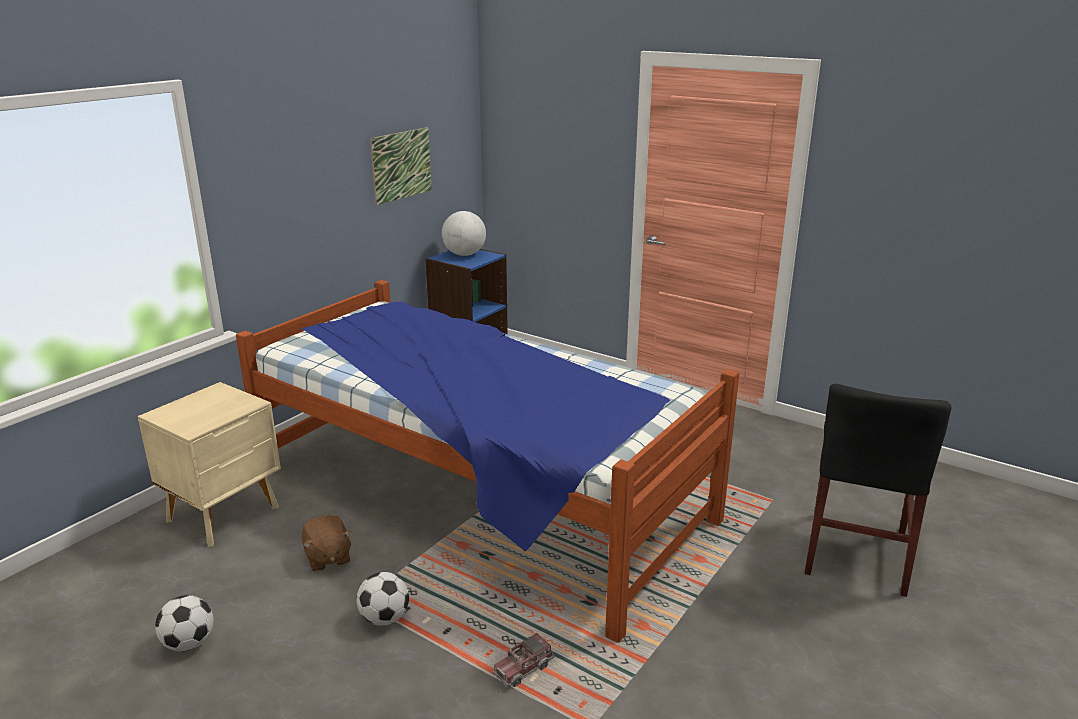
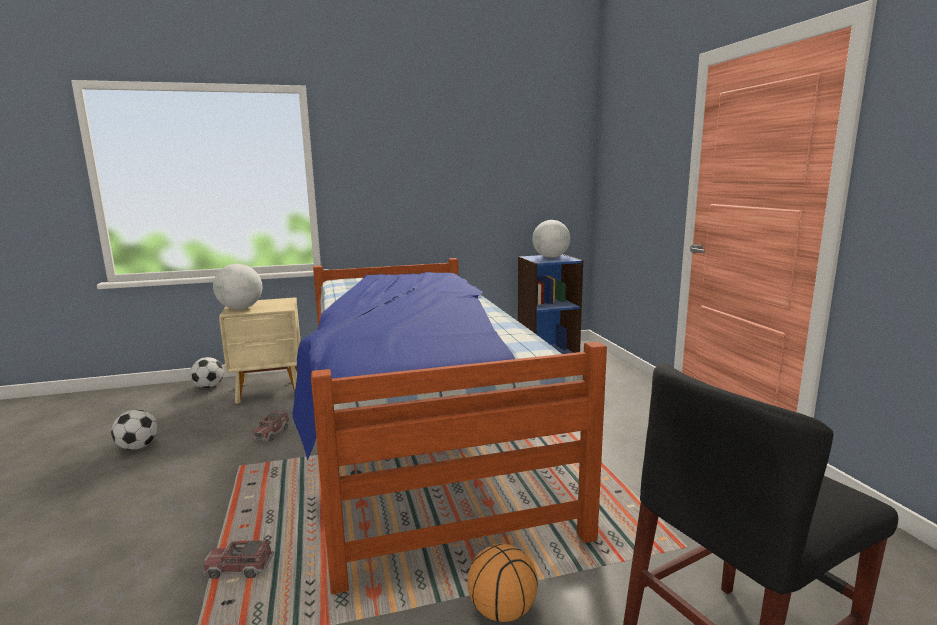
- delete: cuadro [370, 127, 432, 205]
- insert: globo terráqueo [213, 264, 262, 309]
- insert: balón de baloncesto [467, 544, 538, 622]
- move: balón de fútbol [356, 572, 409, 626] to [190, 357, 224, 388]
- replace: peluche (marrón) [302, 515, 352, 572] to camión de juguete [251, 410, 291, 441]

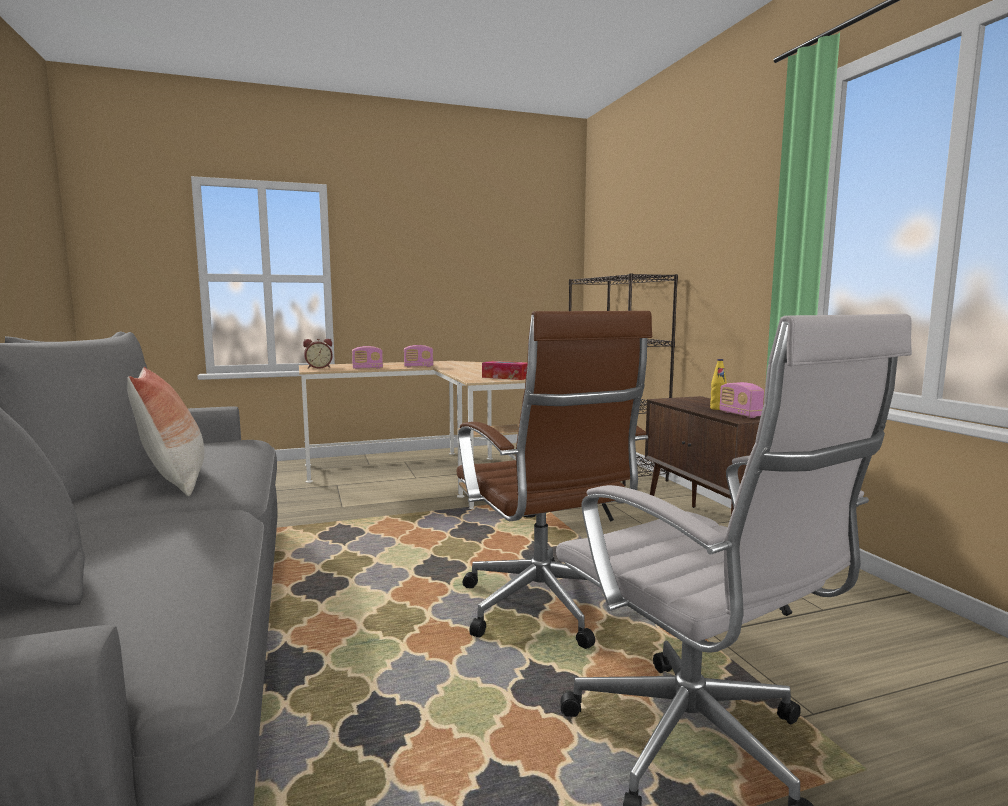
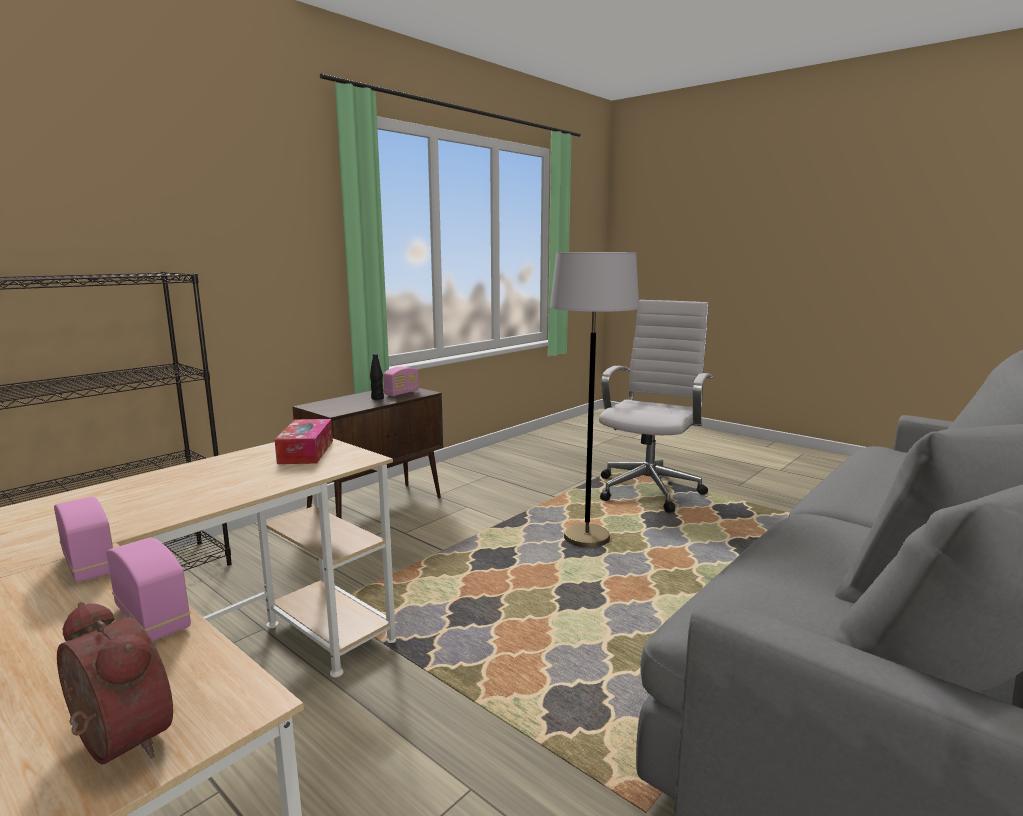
- delete: cojín [127, 366, 204, 496]
- replace: silla de oficina (marrón) [457, 311, 652, 649] to lámpara de pie (gris) [550, 252, 639, 548]
- recolor: botella (amarillo) [710, 359, 727, 410] to botella (negro) [370, 354, 384, 400]

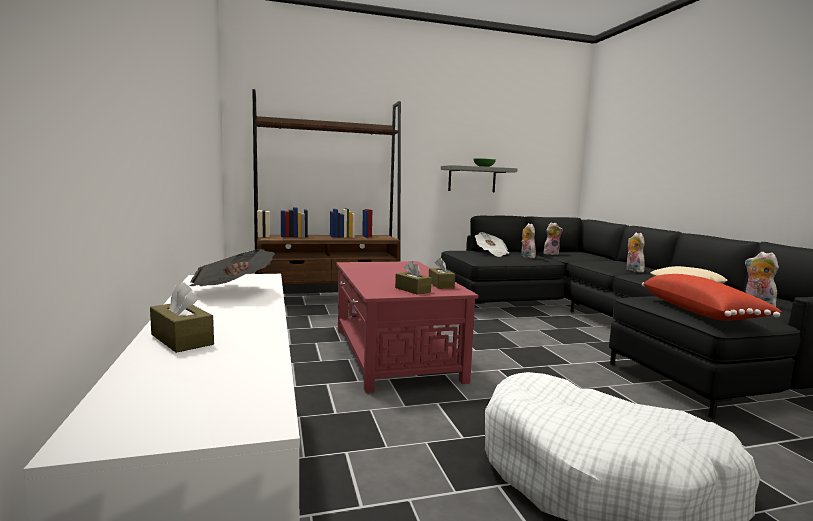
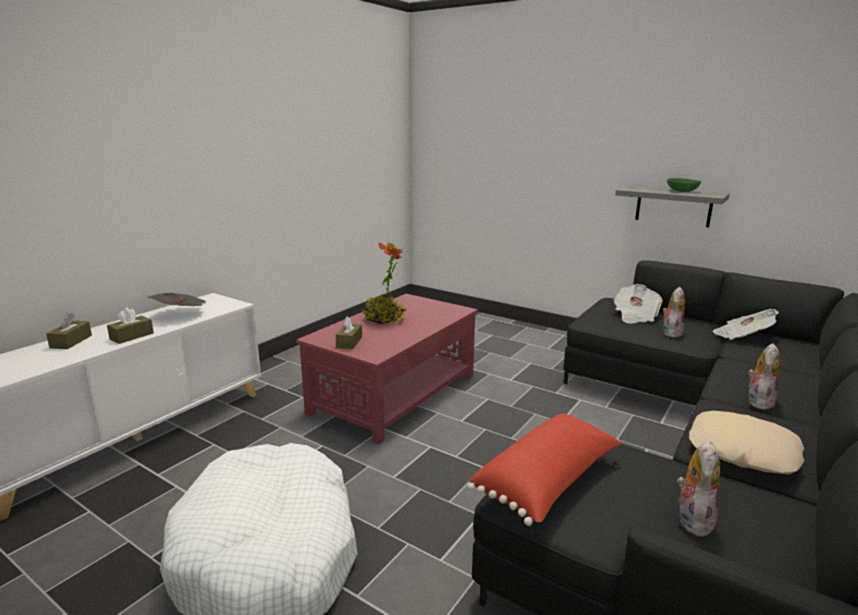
- delete: estantería (marrón) [252, 89, 401, 284]
- insert: planta en maceta [363, 242, 406, 324]
- move: caja de pañuelos (marrón) [429, 257, 455, 289] to [107, 308, 154, 344]
- replace: peluche [543, 222, 563, 255] to periódico [713, 309, 779, 340]

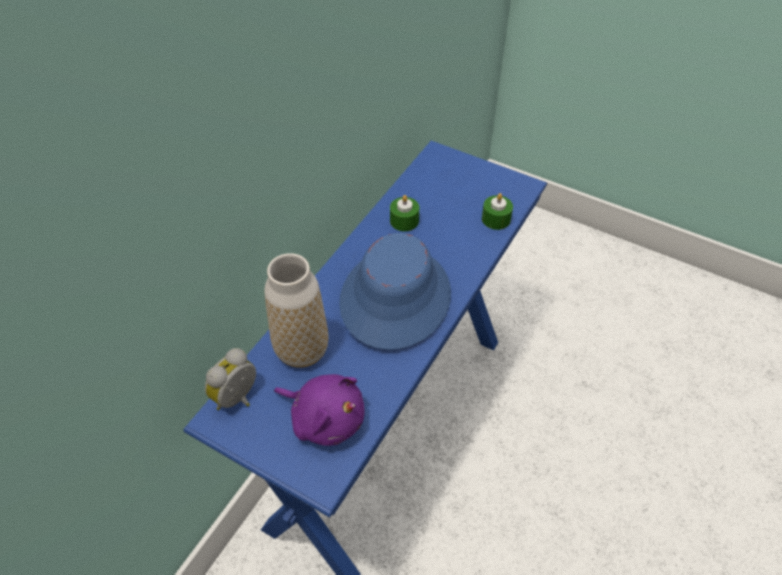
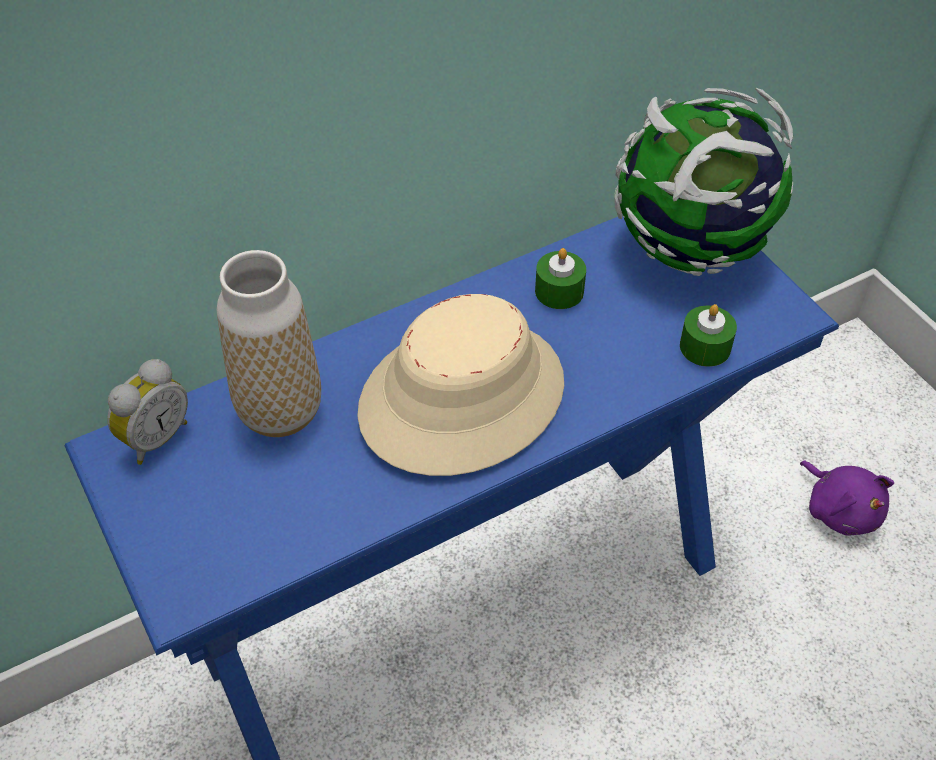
- insert: globo terráqueo [614, 88, 793, 276]
- move: peluche (morado) [274, 374, 365, 446] to [800, 460, 894, 536]
- recolor: sombrero (azul) [339, 233, 451, 350] to sombrero (beis) [357, 294, 564, 476]
- rotate: despertador [205, 348, 256, 410] = [107, 359, 188, 465] 150 degrees clockwise

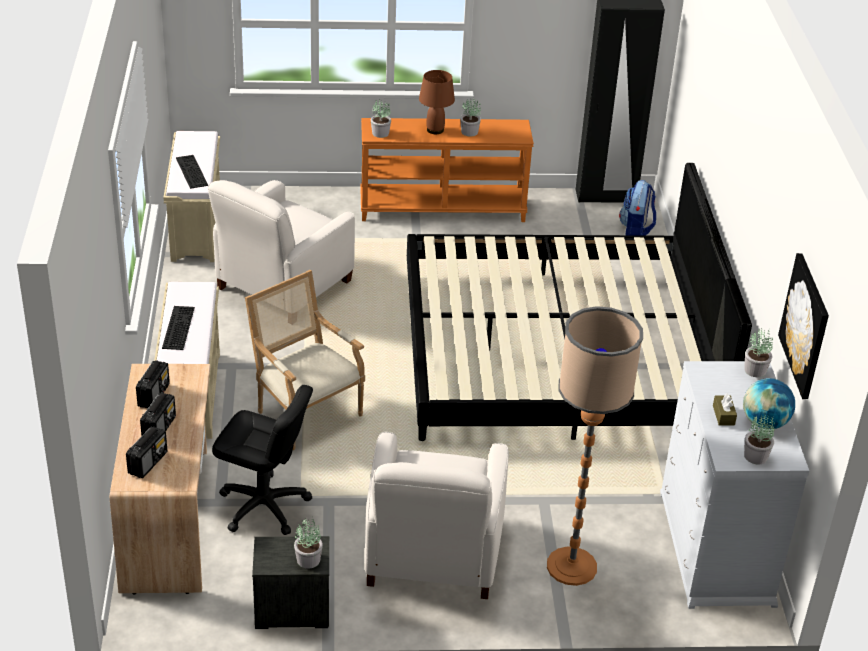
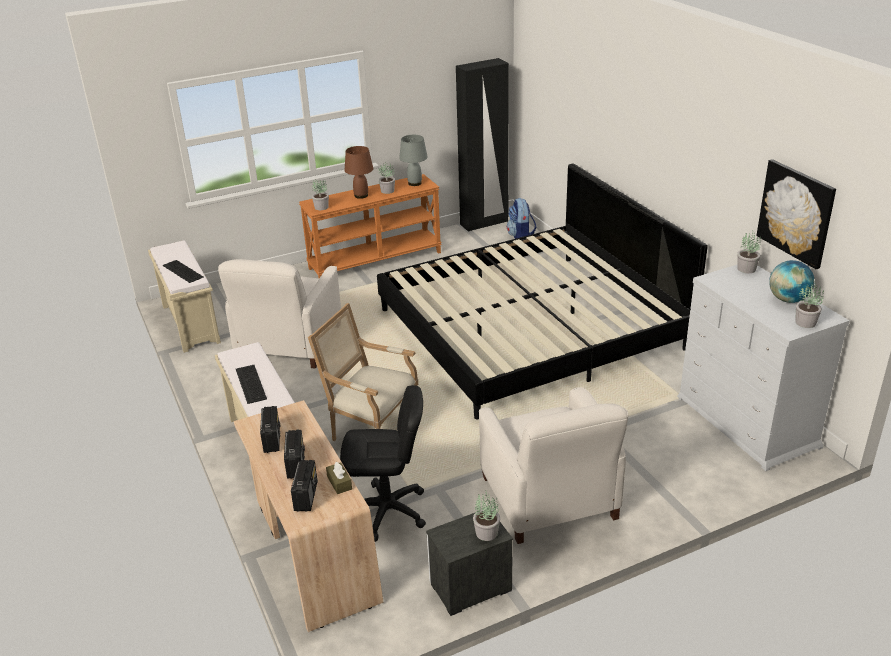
- delete: lámpara de pie [547, 306, 643, 586]
- insert: lámpara de mesa (gris) [399, 135, 428, 186]
- move: caja de pañuelos (marrón) [713, 393, 737, 426] to [326, 462, 352, 494]

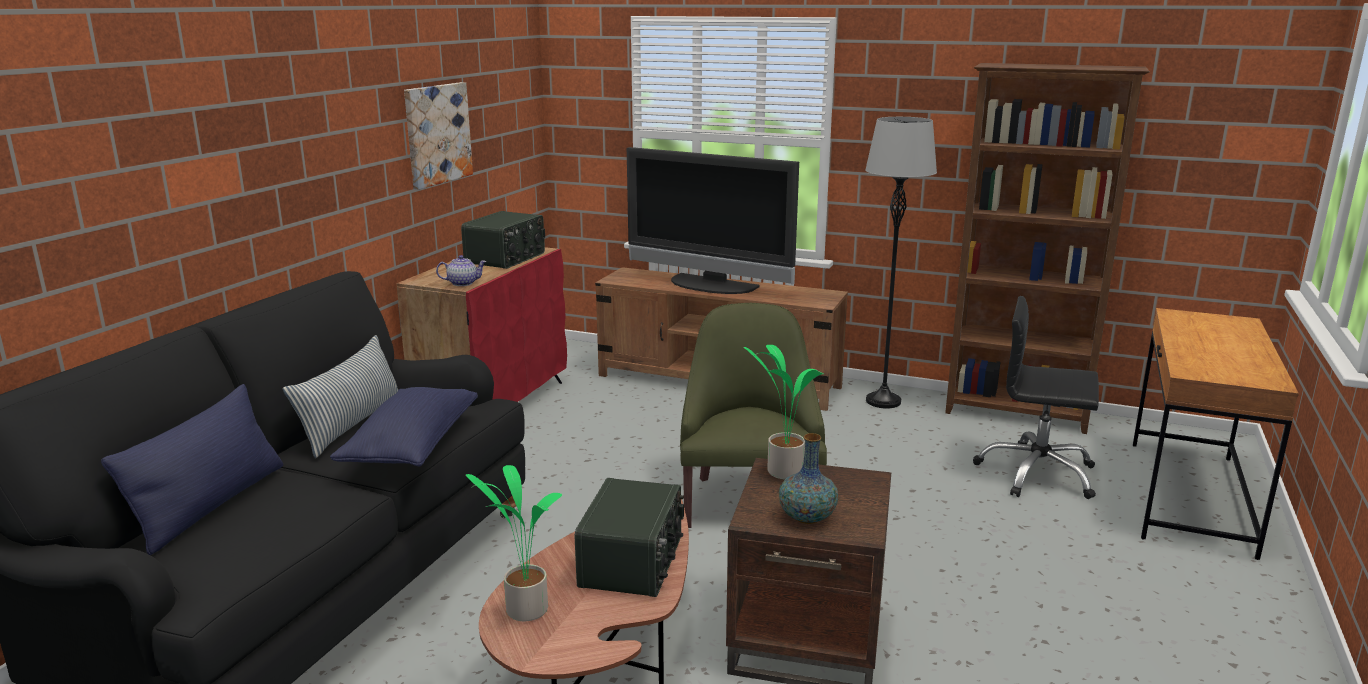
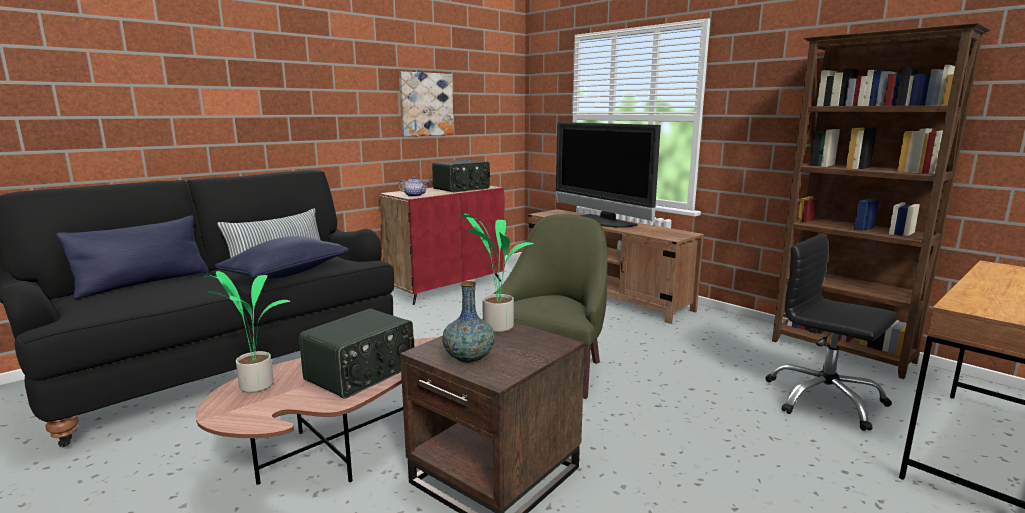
- delete: lámpara de pie (gris) [865, 117, 937, 408]

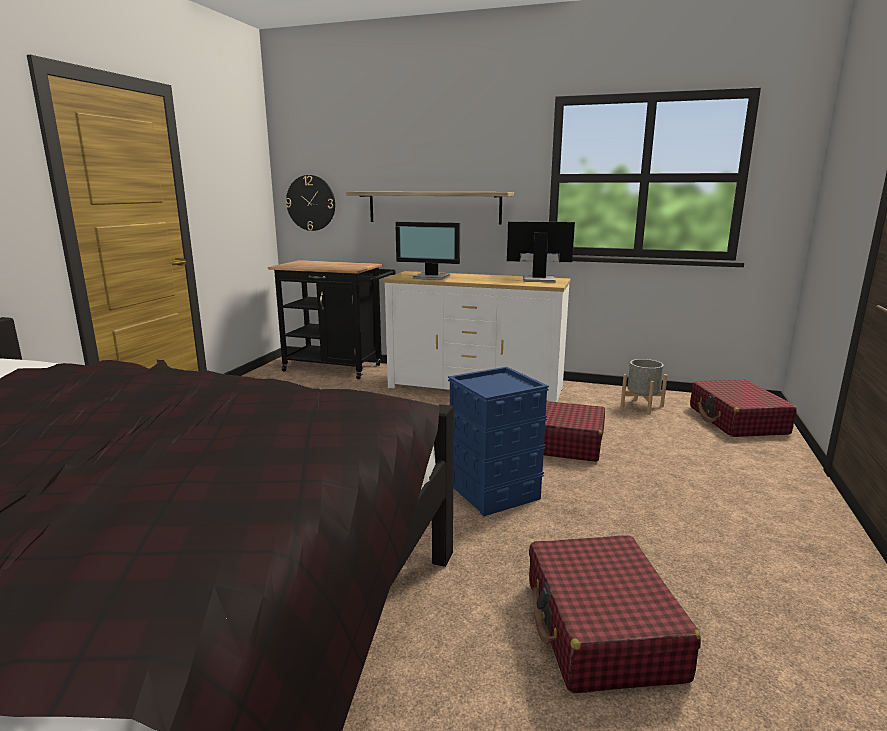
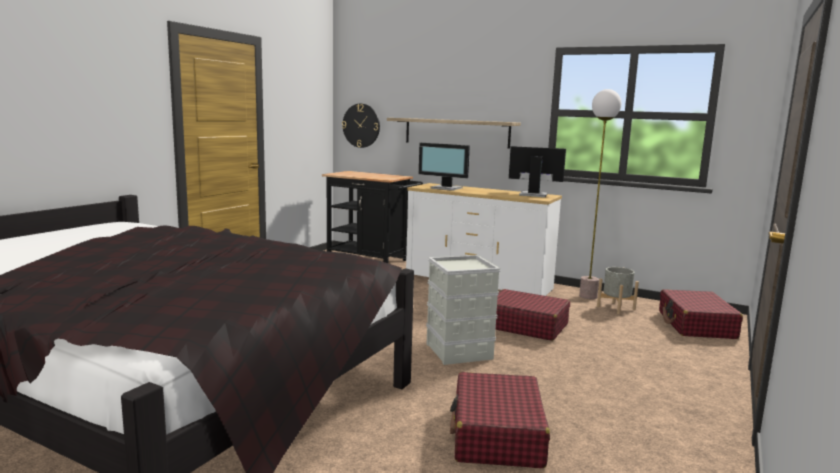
- insert: lámpara de pie [579, 89, 621, 299]
- recolor: caja de almacenaje (azul) [448, 367, 549, 516] to caja de almacenaje (gris) [426, 255, 500, 365]

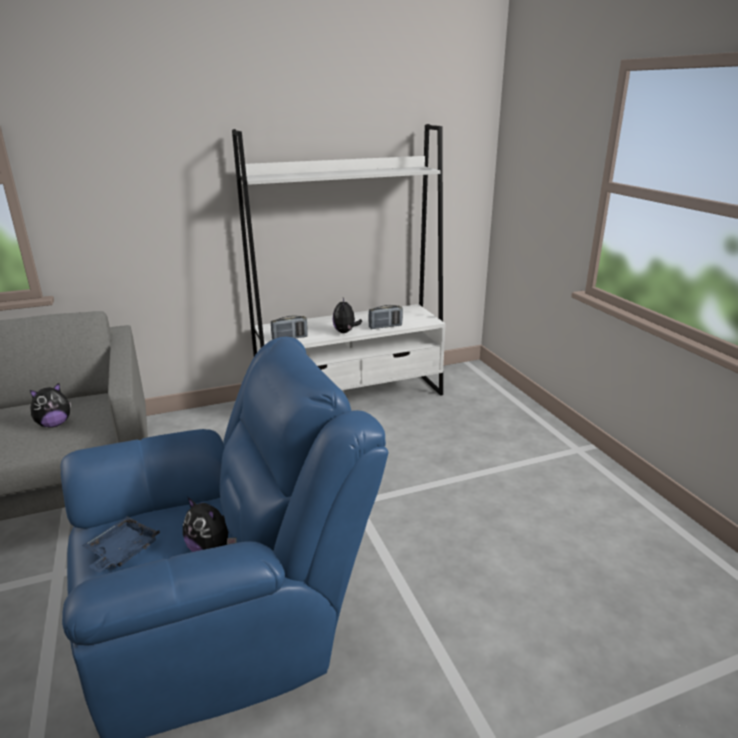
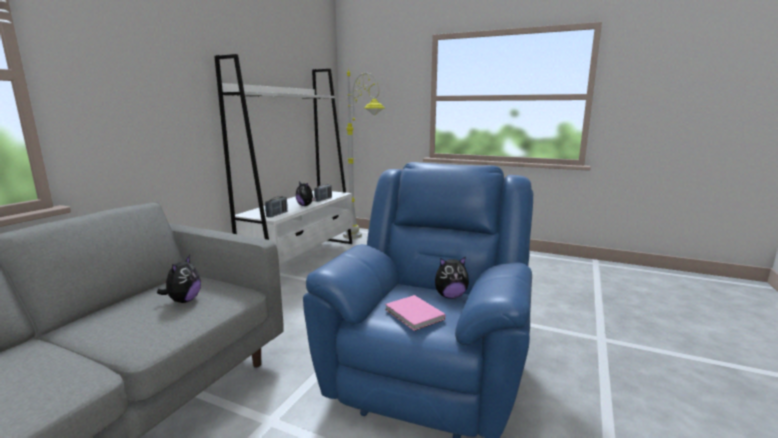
- insert: lámpara de pie (gris) [343, 67, 385, 239]
- replace: bandeja (azul) [82, 516, 160, 573] to libro (rosa) [385, 295, 445, 331]

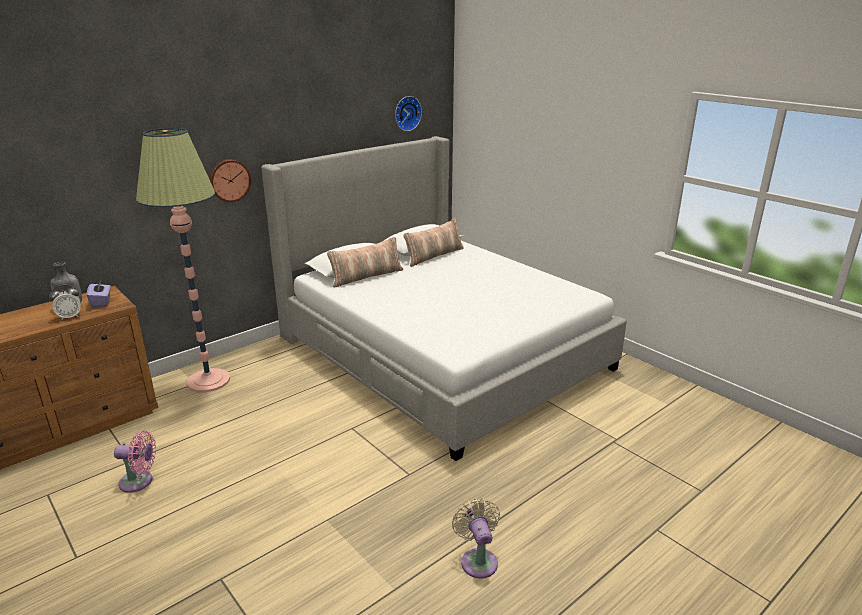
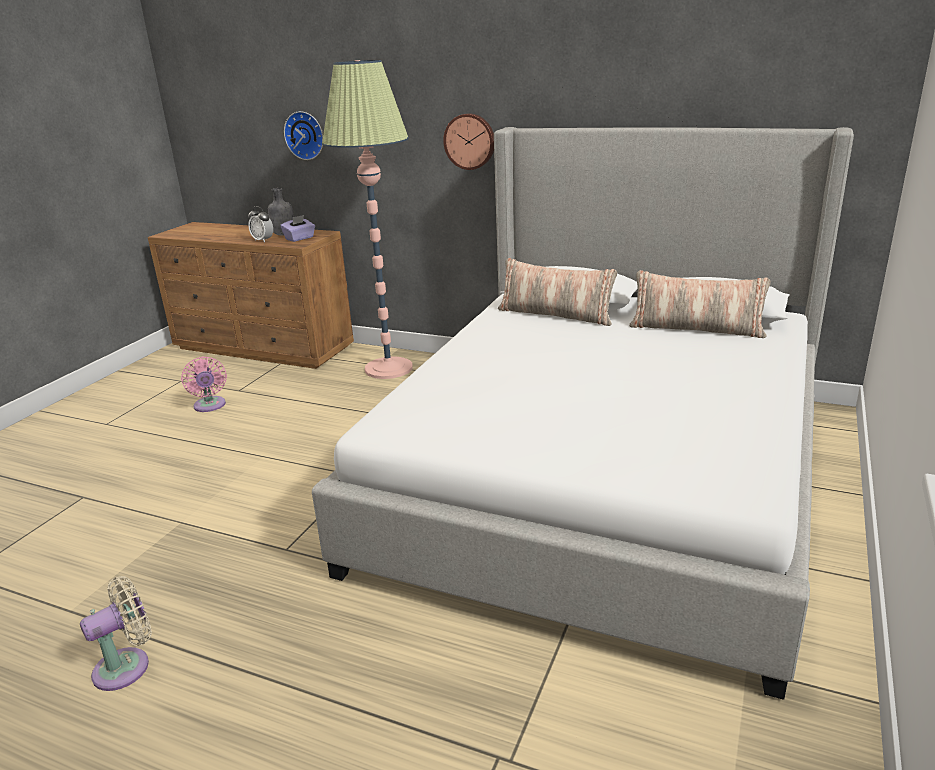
- move: reloj de pared [395, 96, 422, 131] to [284, 111, 323, 160]

